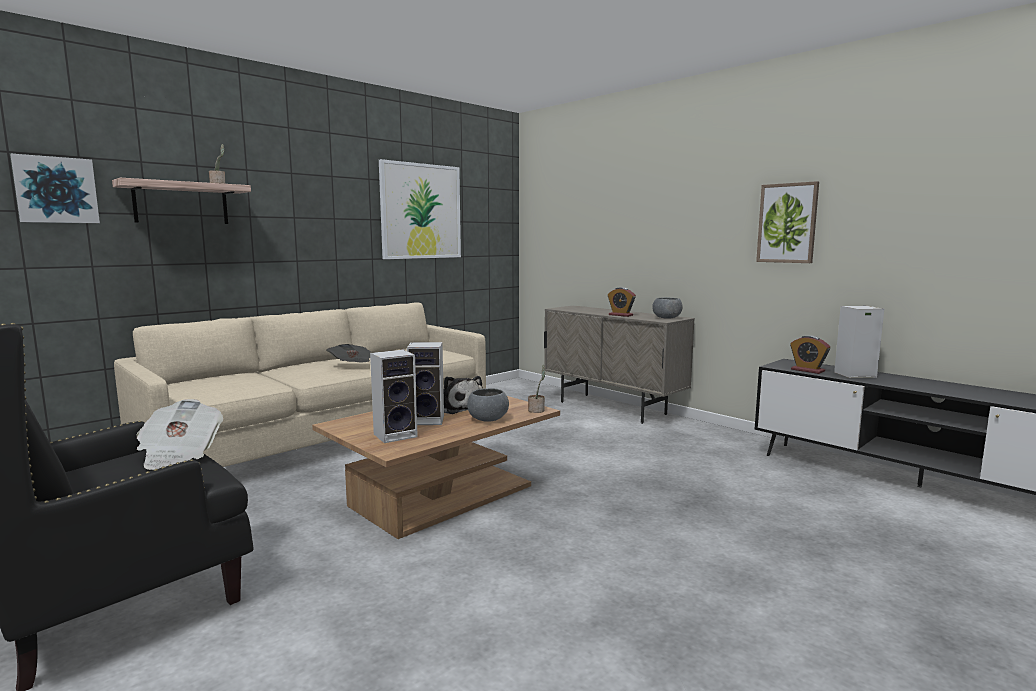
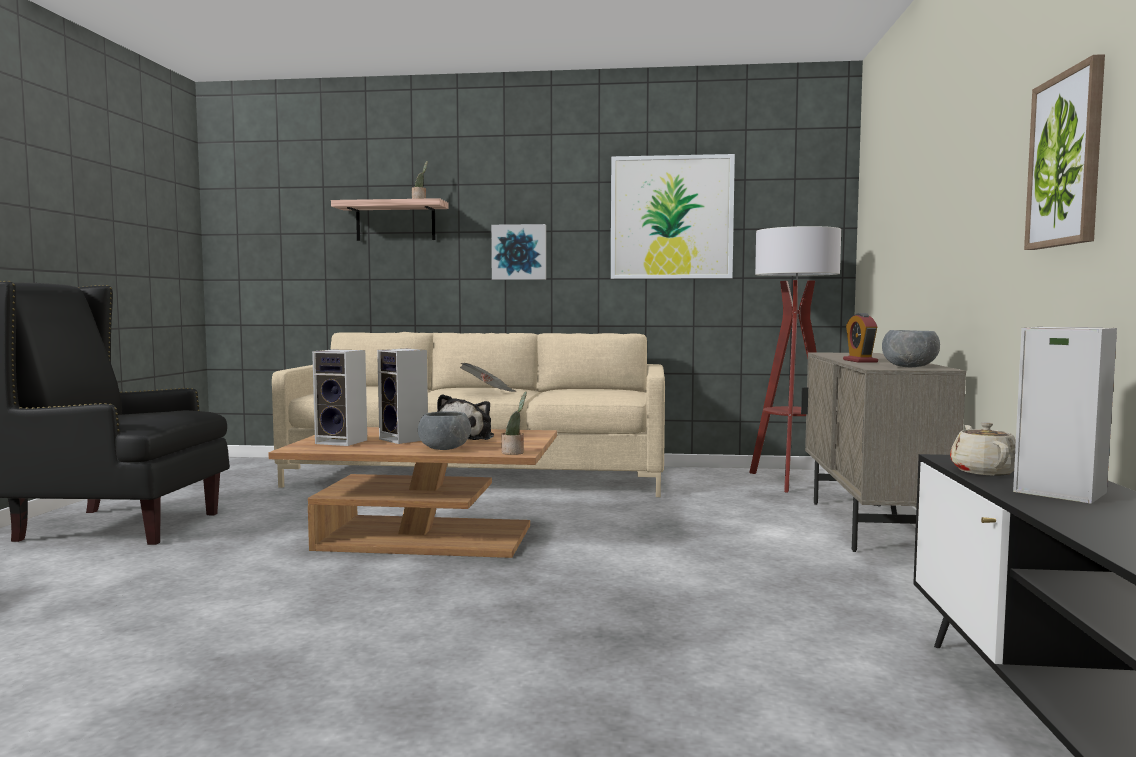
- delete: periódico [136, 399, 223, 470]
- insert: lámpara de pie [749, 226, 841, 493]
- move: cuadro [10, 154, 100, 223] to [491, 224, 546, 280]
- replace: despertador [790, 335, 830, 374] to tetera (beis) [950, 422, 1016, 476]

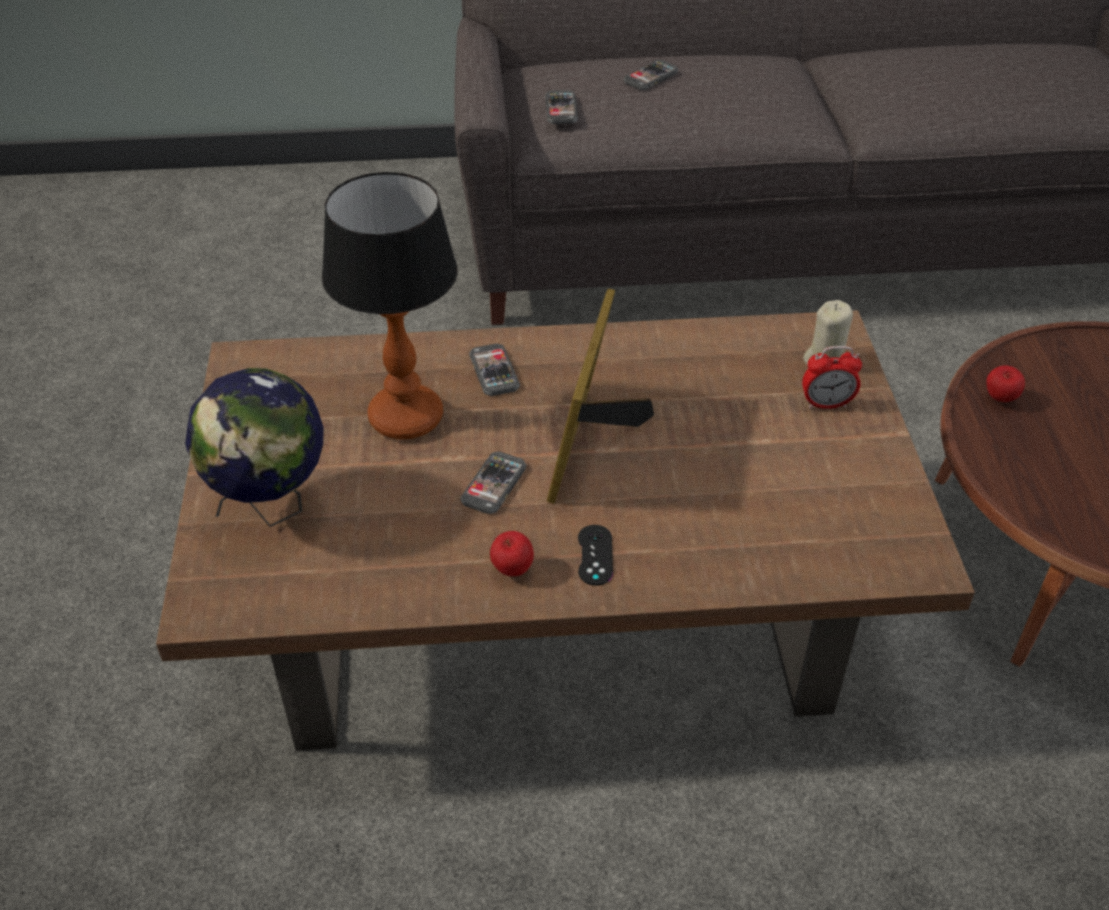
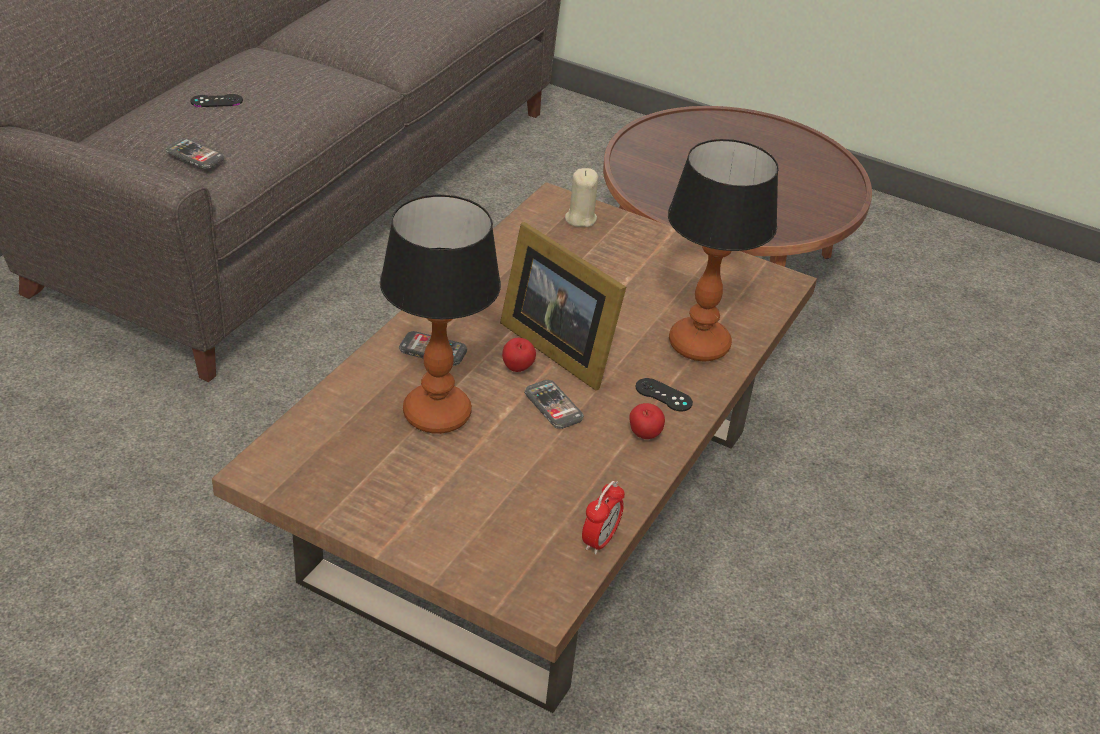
- delete: globo terráqueo [185, 368, 324, 527]
- insert: lámpara de mesa [668, 139, 779, 362]
- move: despertador [802, 346, 862, 409] to [582, 481, 625, 555]
- move: manzana [986, 365, 1025, 402] to [502, 338, 536, 372]
- replace: móvil [624, 60, 678, 90] to mando de consola (negro) [190, 94, 243, 107]

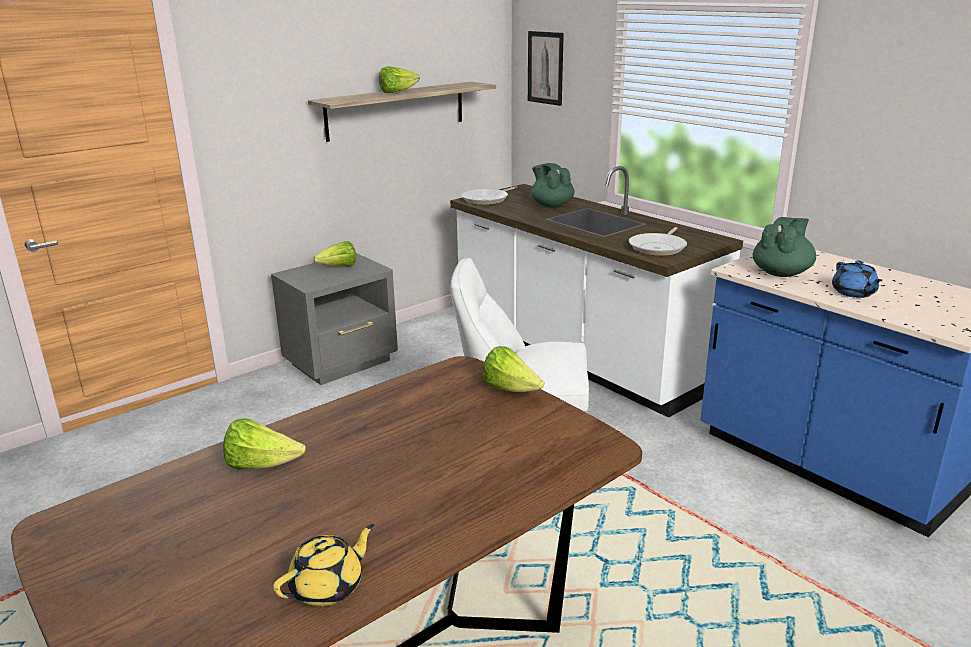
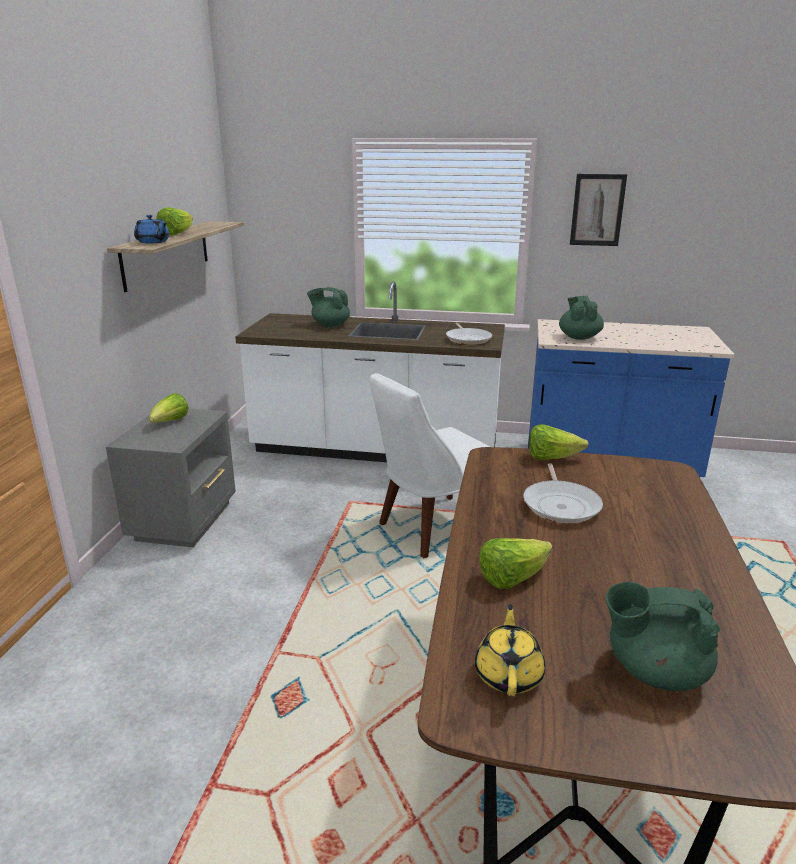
- insert: tetera (verde) [606, 582, 720, 691]
- move: tetera (amarillo) [273, 524, 374, 606] to [475, 604, 545, 696]
- move: sartén [462, 186, 518, 205] to [523, 463, 603, 523]
- move: cuadro [528, 31, 564, 106] to [570, 174, 627, 246]
- move: tetera (azul) [832, 261, 883, 298] to [134, 215, 170, 243]

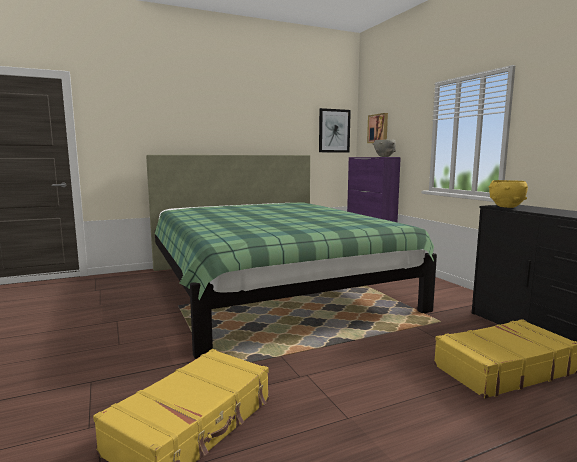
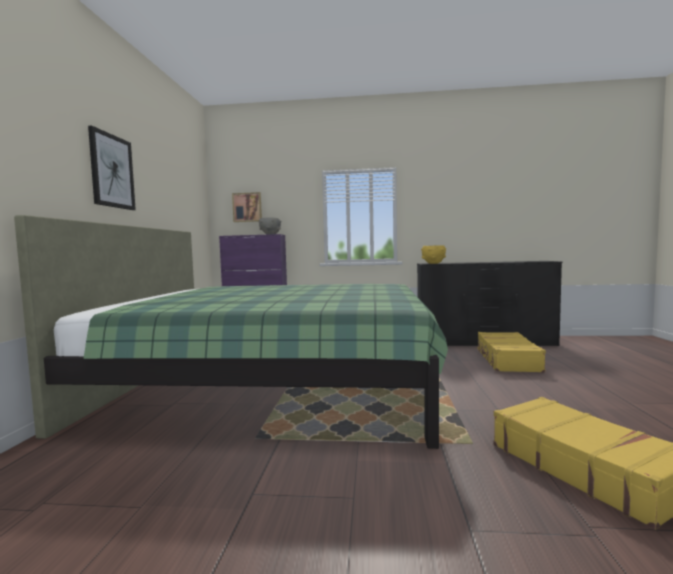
- move: cuadro [319, 108, 351, 153] to [88, 126, 136, 210]

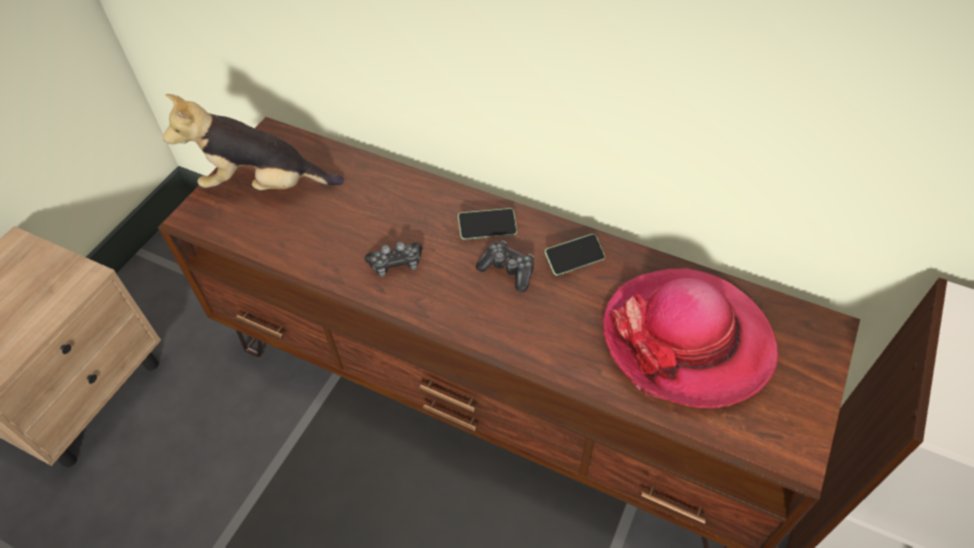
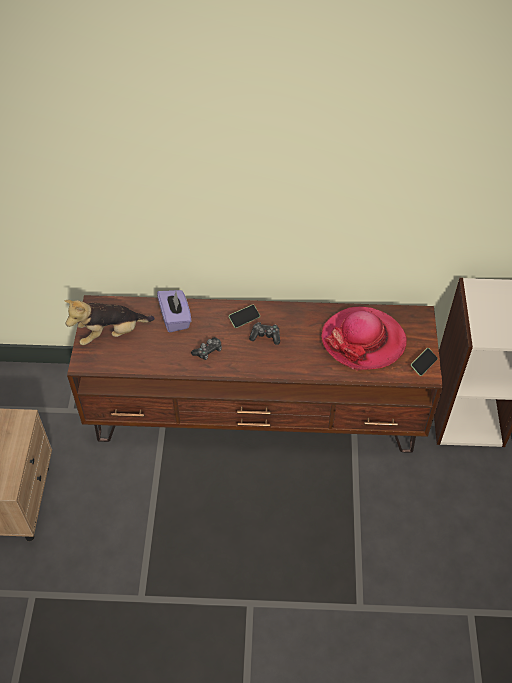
- insert: caja de pañuelos (morado) [157, 290, 191, 332]
- move: móvil [545, 234, 605, 275] to [411, 348, 438, 376]

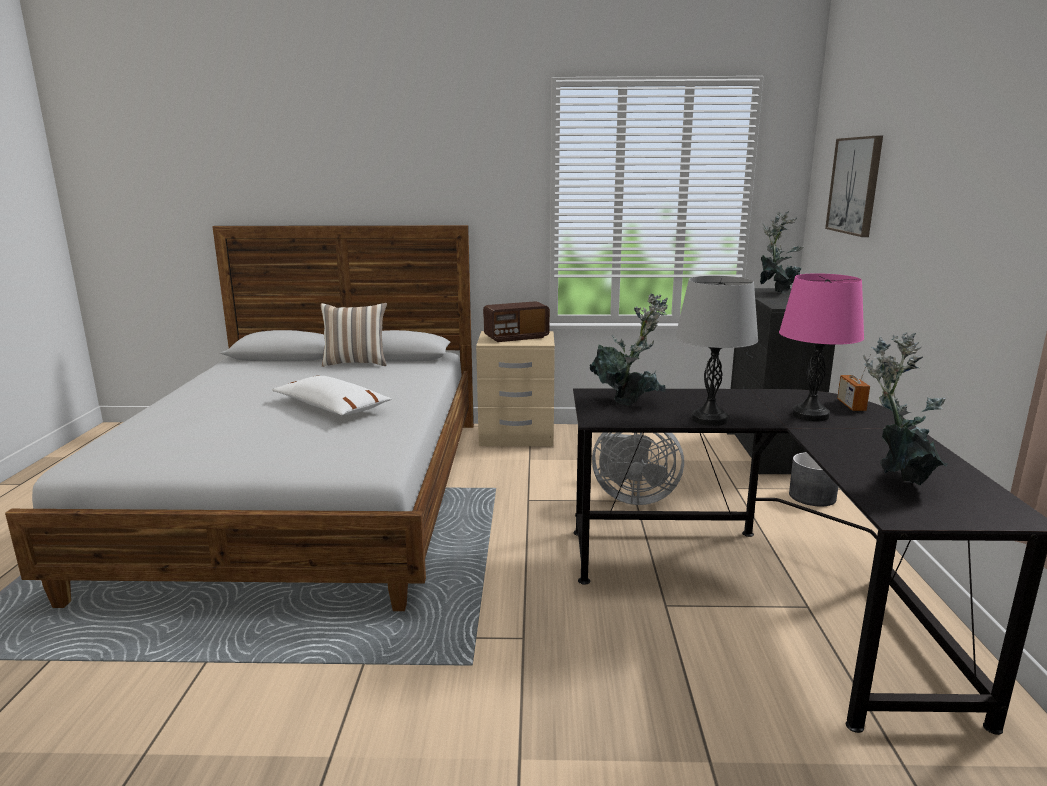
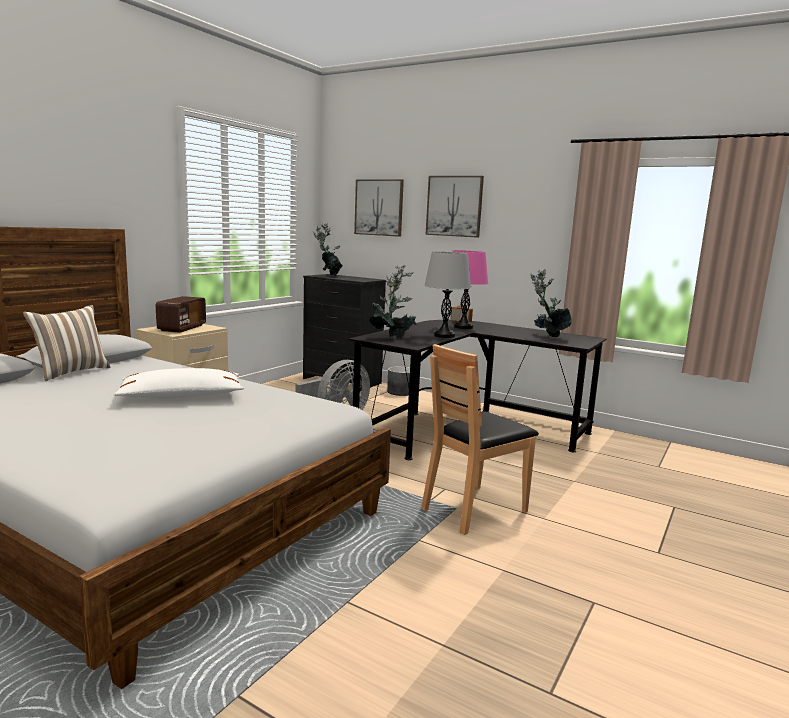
- insert: silla (marrón) [421, 344, 539, 535]
- insert: cuadro [425, 176, 484, 238]

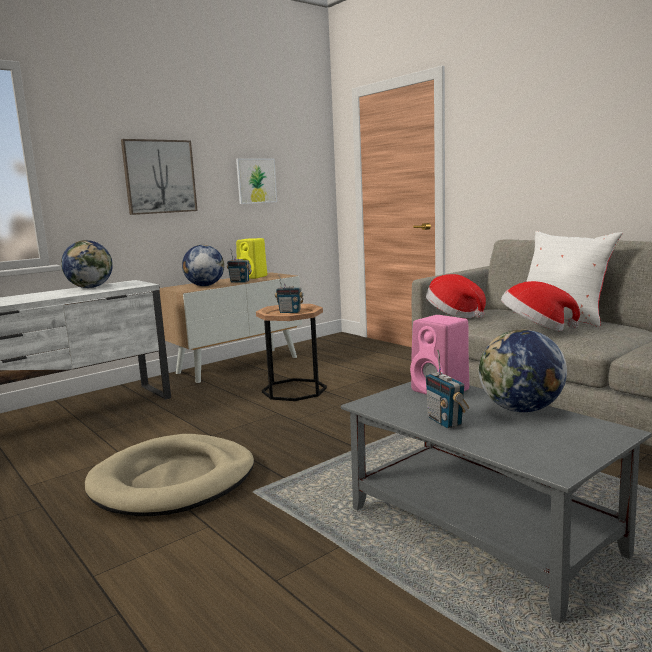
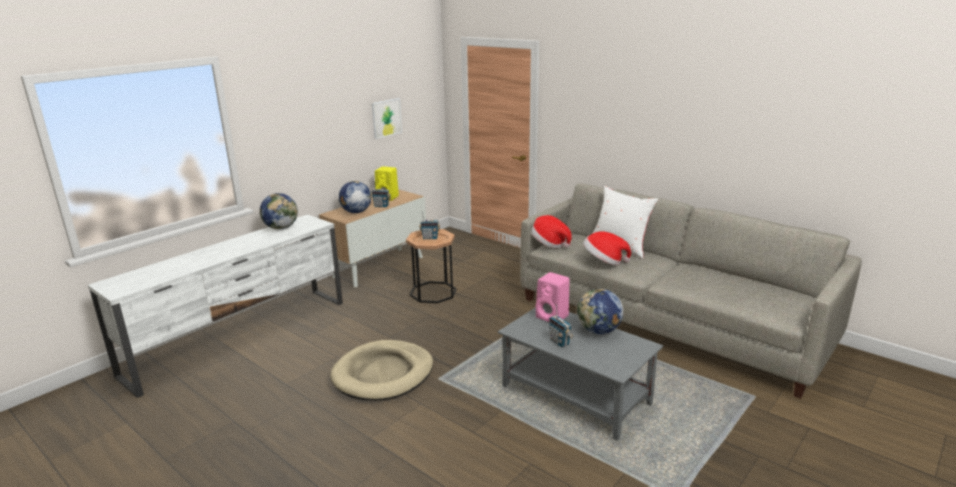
- delete: cuadro [121, 139, 198, 215]

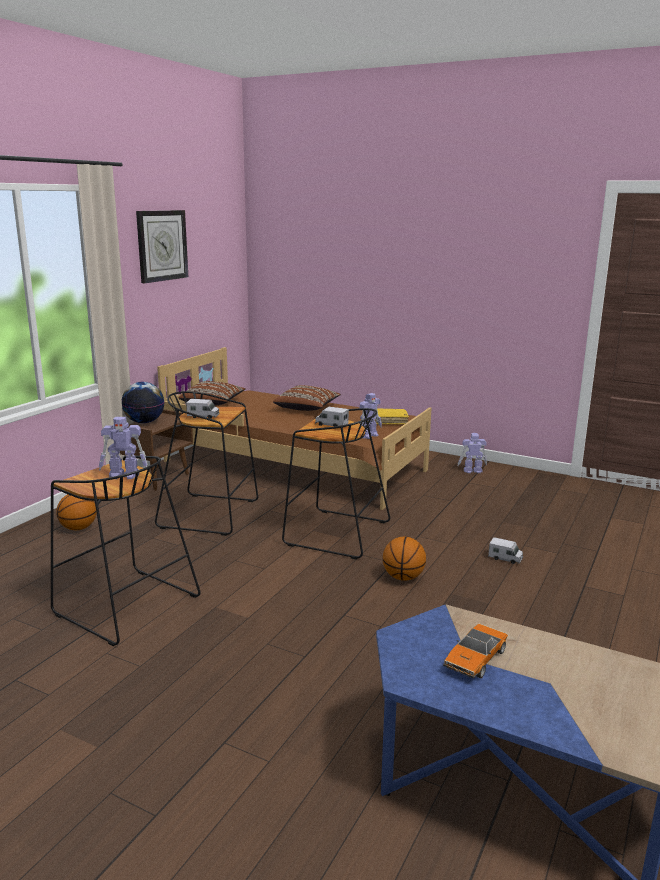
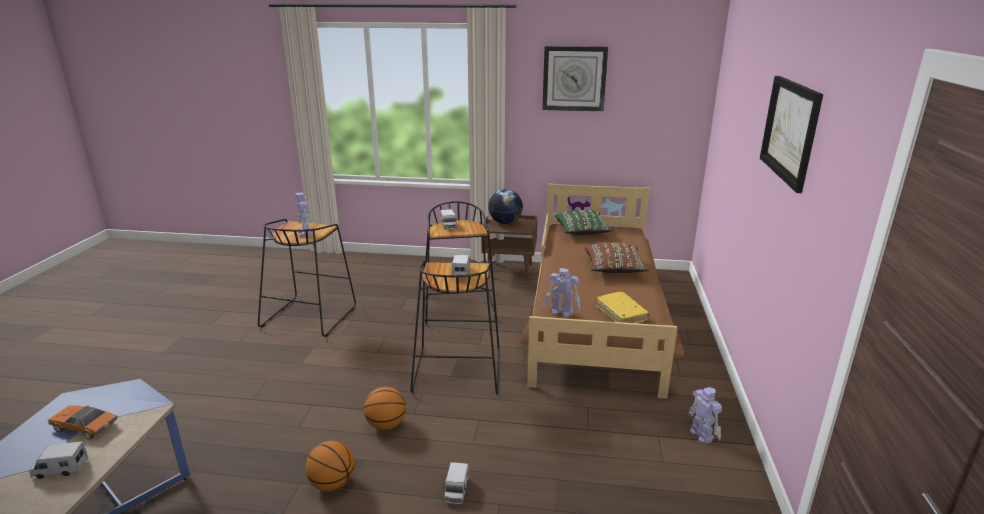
- insert: camión de juguete [29, 442, 89, 479]
- insert: cuadro [760, 76, 823, 193]
- move: balón de baloncesto [56, 494, 97, 530] to [305, 441, 355, 491]
- recolor: cojín (marrón) [179, 381, 246, 406] to cojín (verde) [555, 210, 613, 235]

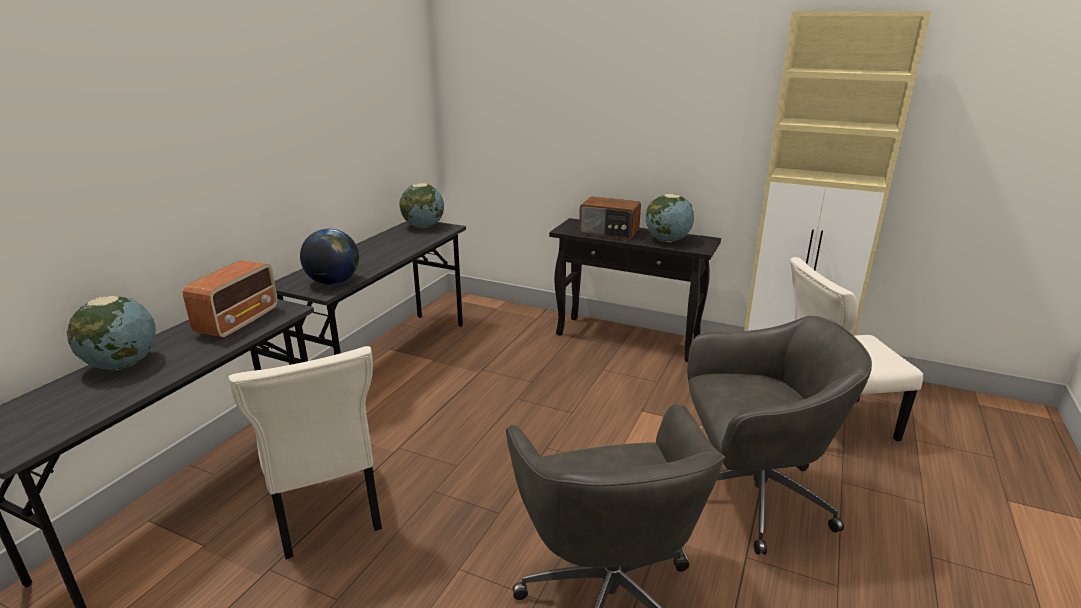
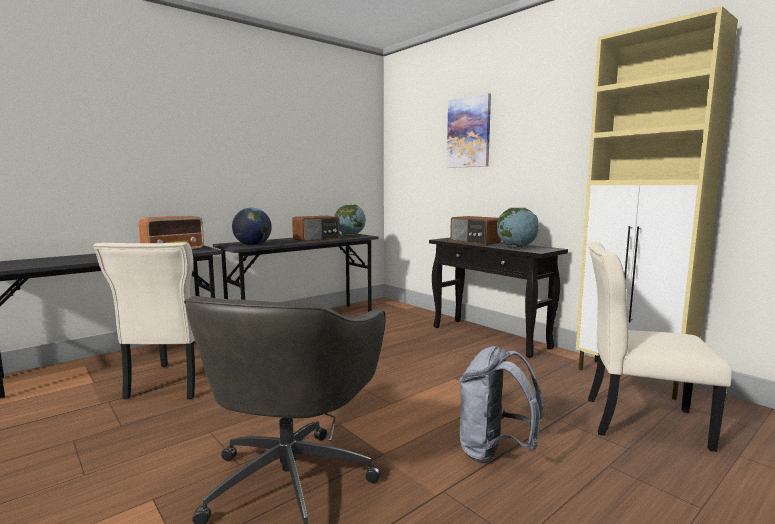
- delete: globo terráqueo [67, 296, 156, 370]
- insert: radio [292, 216, 340, 242]
- insert: cuadro [447, 93, 491, 168]
- replace: silla de oficina (gris) [687, 316, 872, 555] to mochila (gris) [459, 346, 543, 463]

